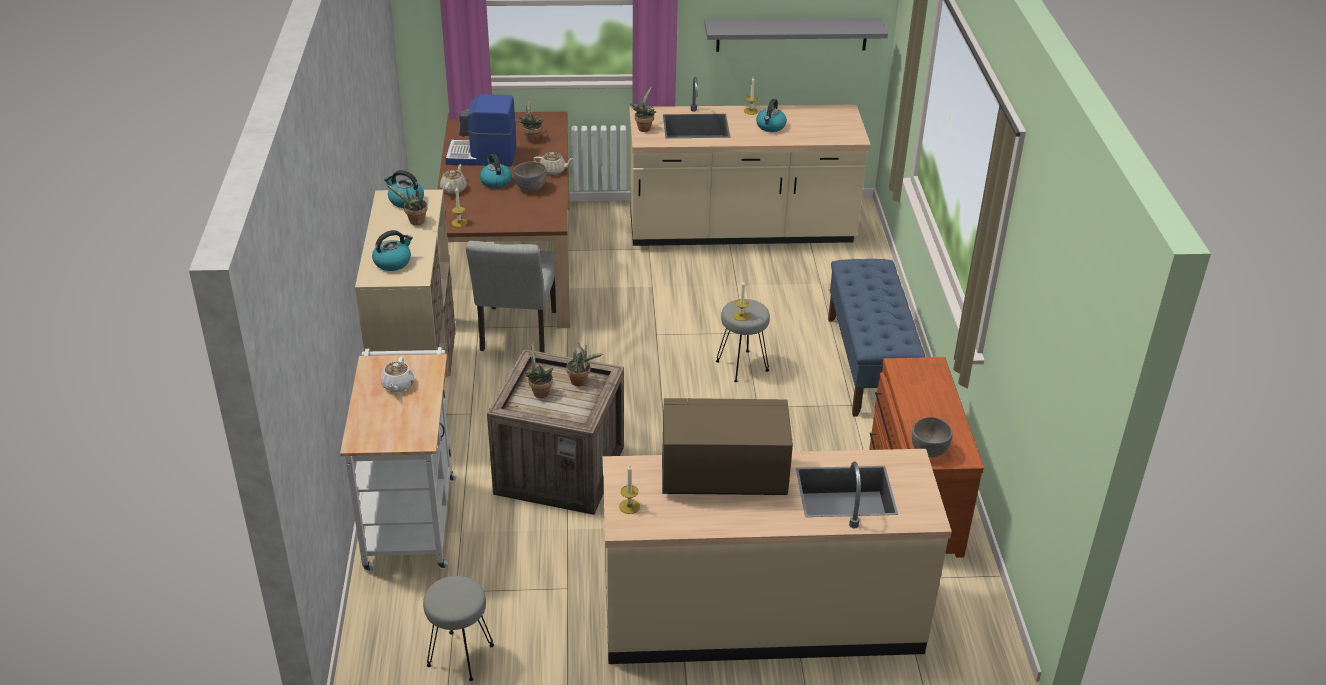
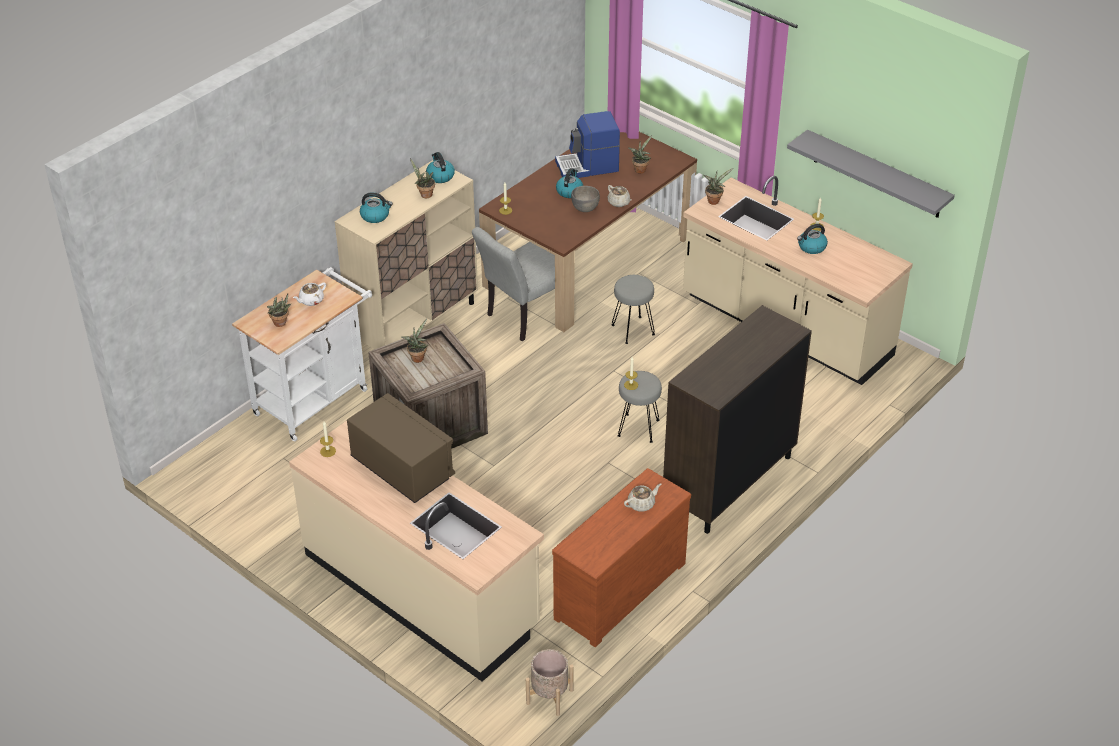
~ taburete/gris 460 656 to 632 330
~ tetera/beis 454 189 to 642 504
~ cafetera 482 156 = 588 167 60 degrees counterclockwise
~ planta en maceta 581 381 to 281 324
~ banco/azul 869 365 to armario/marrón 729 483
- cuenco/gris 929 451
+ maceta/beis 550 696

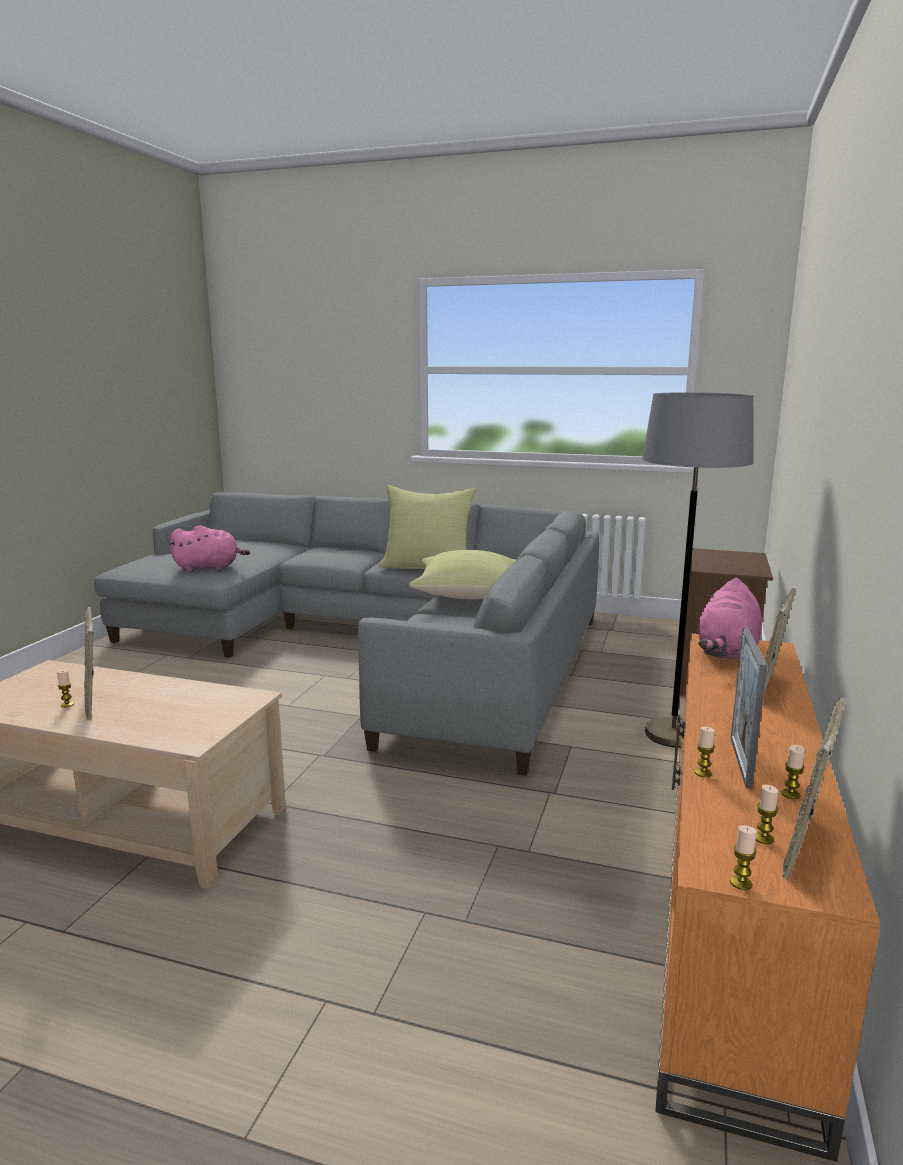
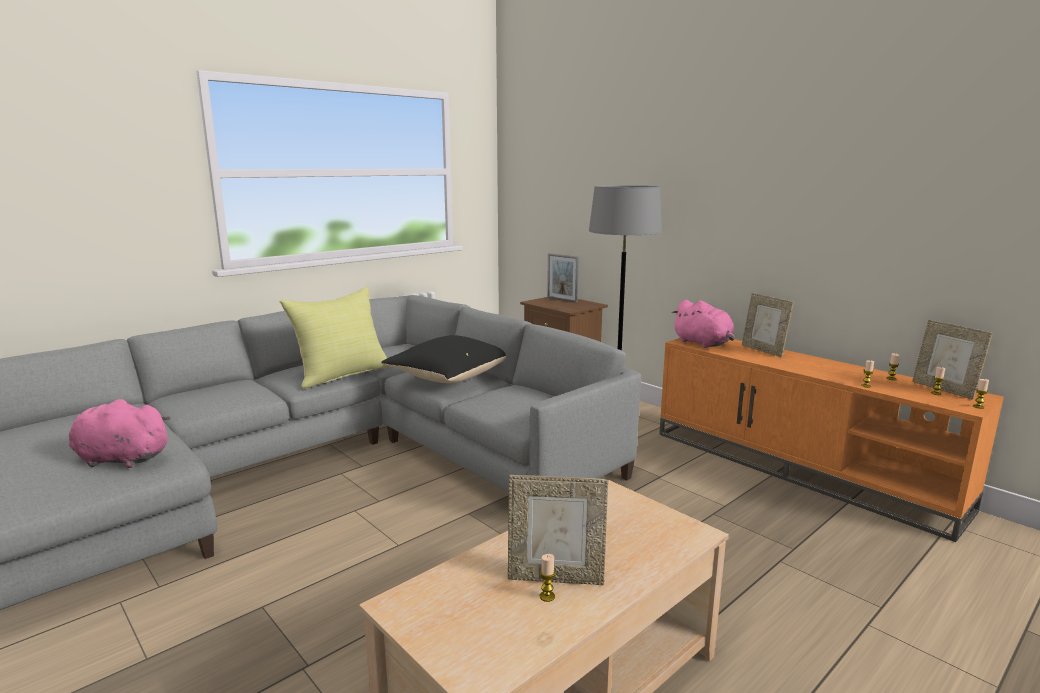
~ peluche/rosa 209 567 = 120 459 105 degrees counterclockwise
~ cojín/amarillo 471 595 to cojín/negro 450 377
~ portarretratos 740 762 to 562 300

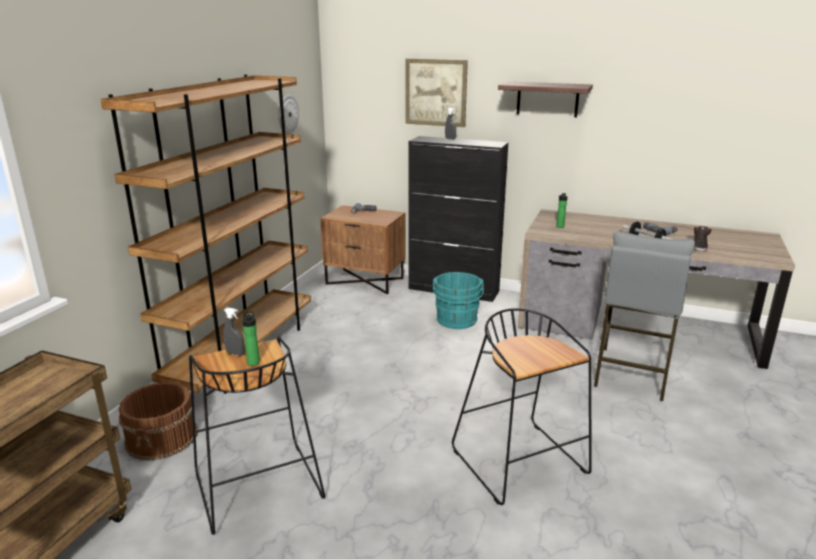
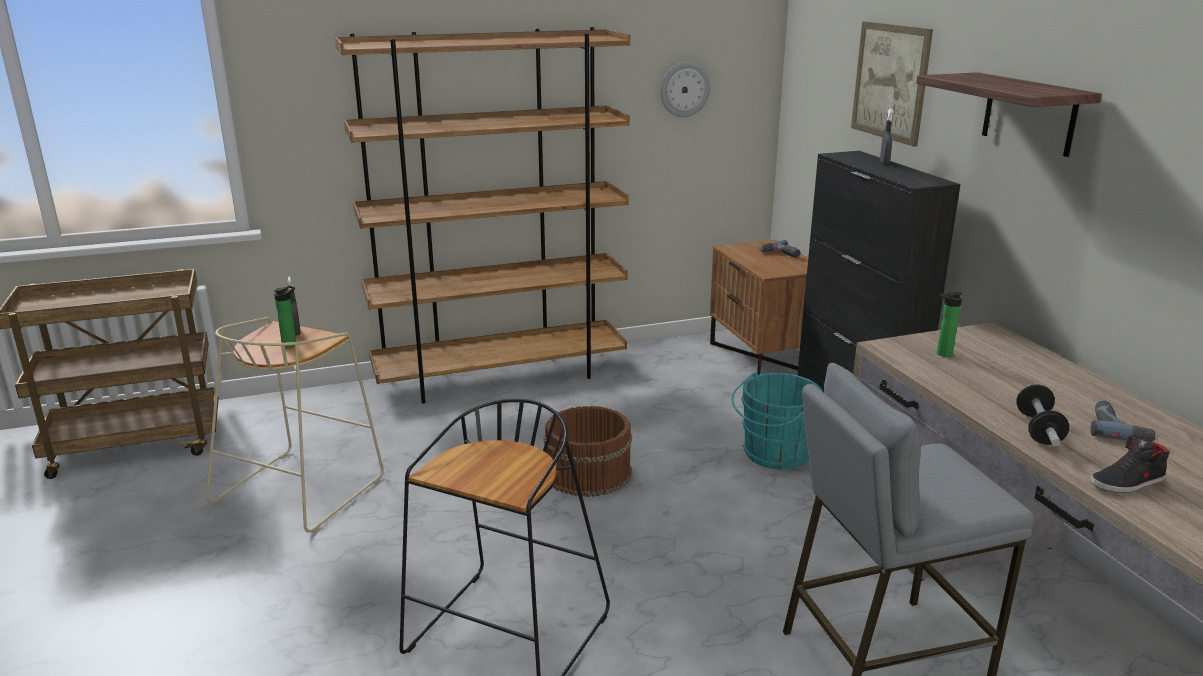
~ cubo/marrón 162 438 to 588 474
~ taburete/negro 256 484 to taburete/beis 299 488

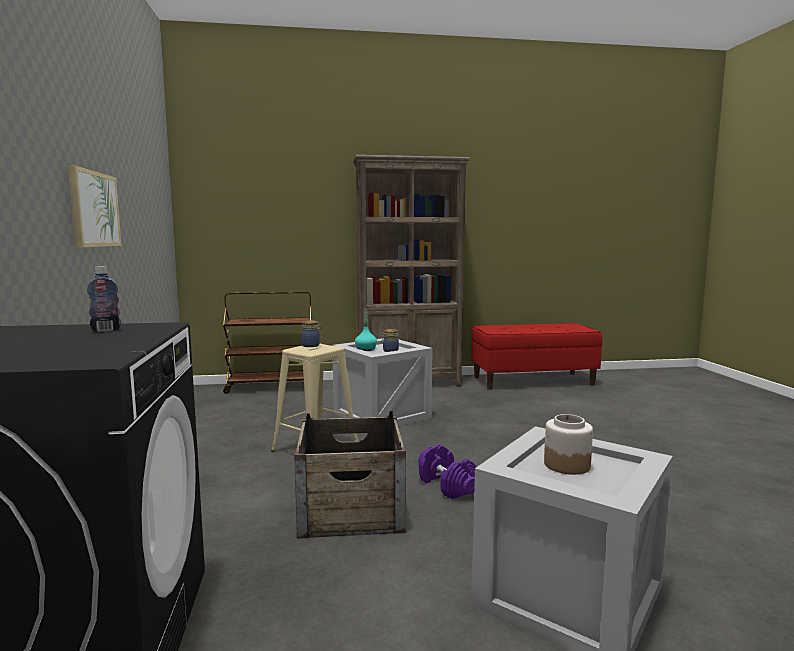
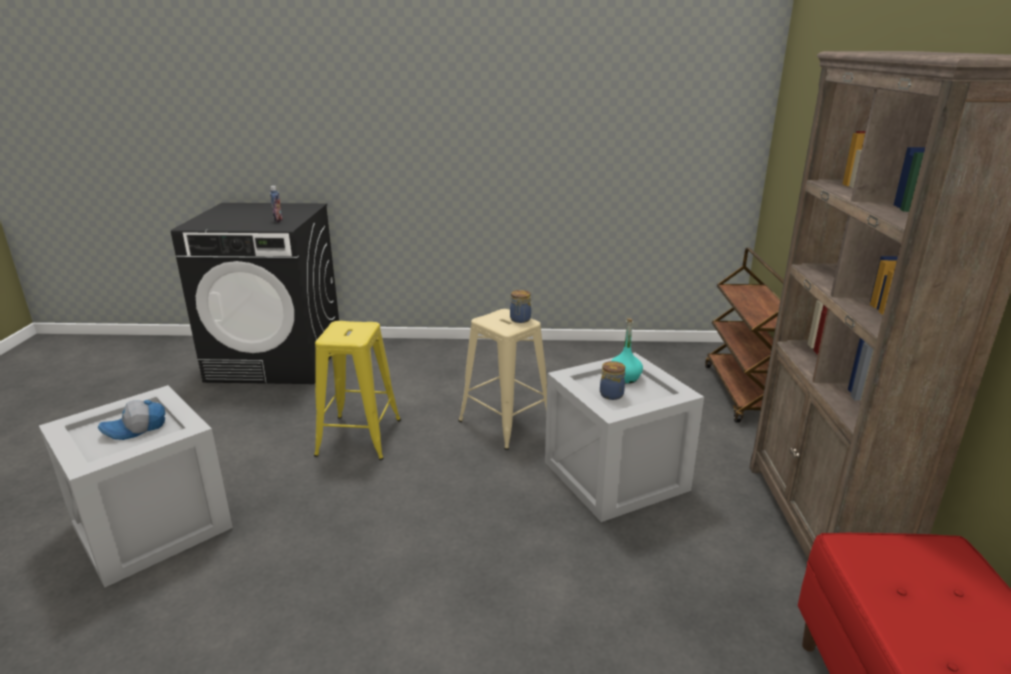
- cuadro 94 209
~ caja de embalaje 350 508 to taburete/amarillo 359 437
- mancuerna/morado 446 485
~ tarro 566 465 to gorra 135 429

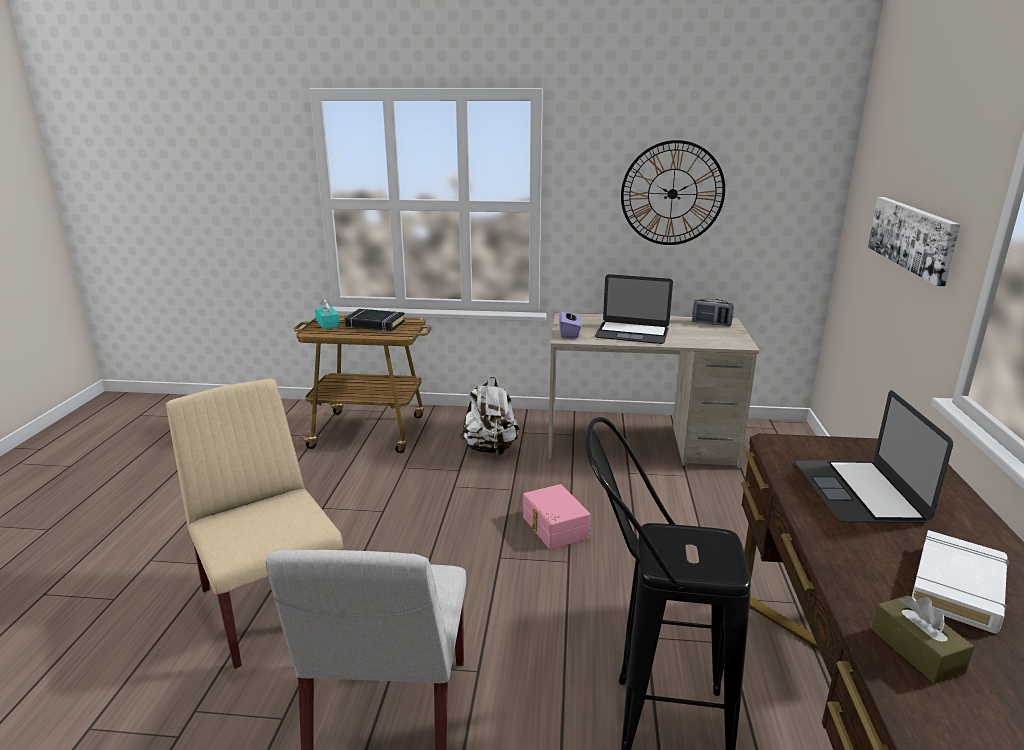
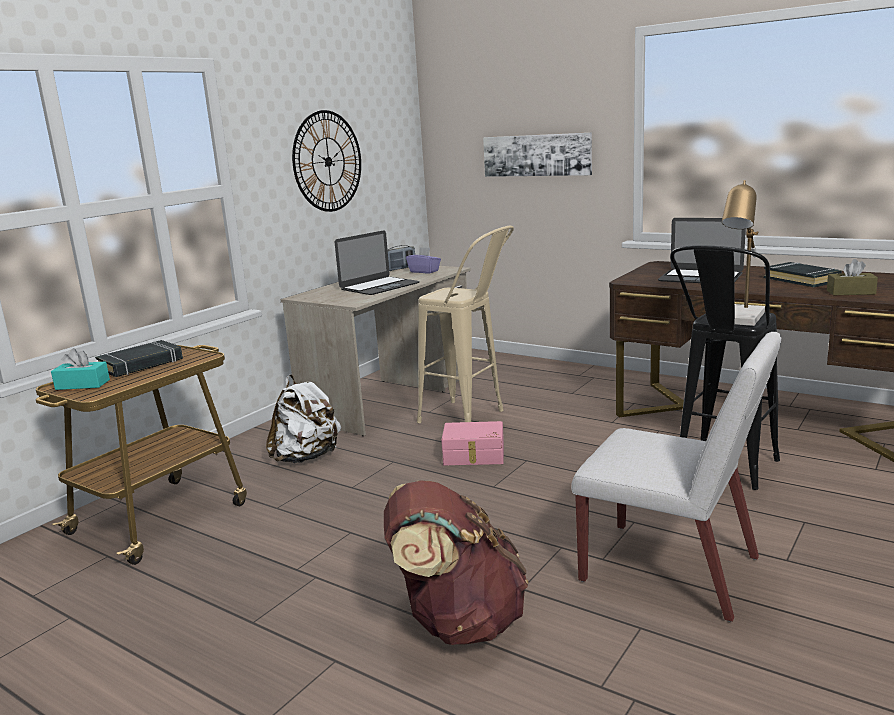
~ silla/beis 271 604 to mochila/marrón 457 621
~ caja de pañuelos/morado 570 333 to 424 271
~ libro/blanco 958 587 to libro/negro 801 279
+ taburete/beis 472 419
+ lámpara de mesa 741 320

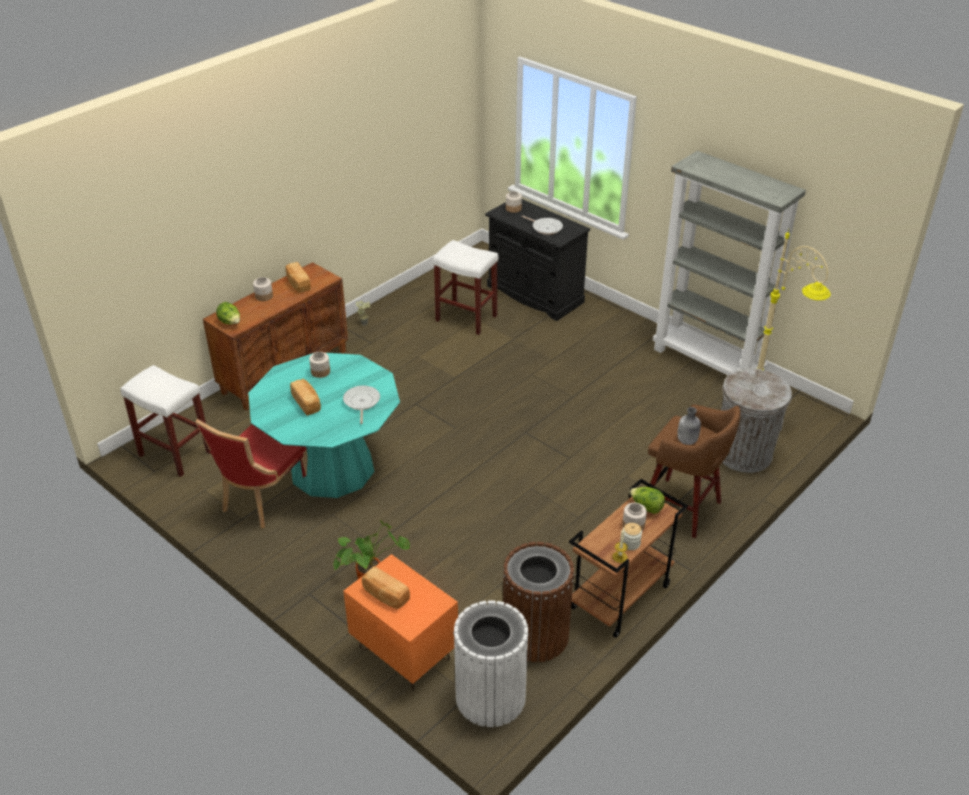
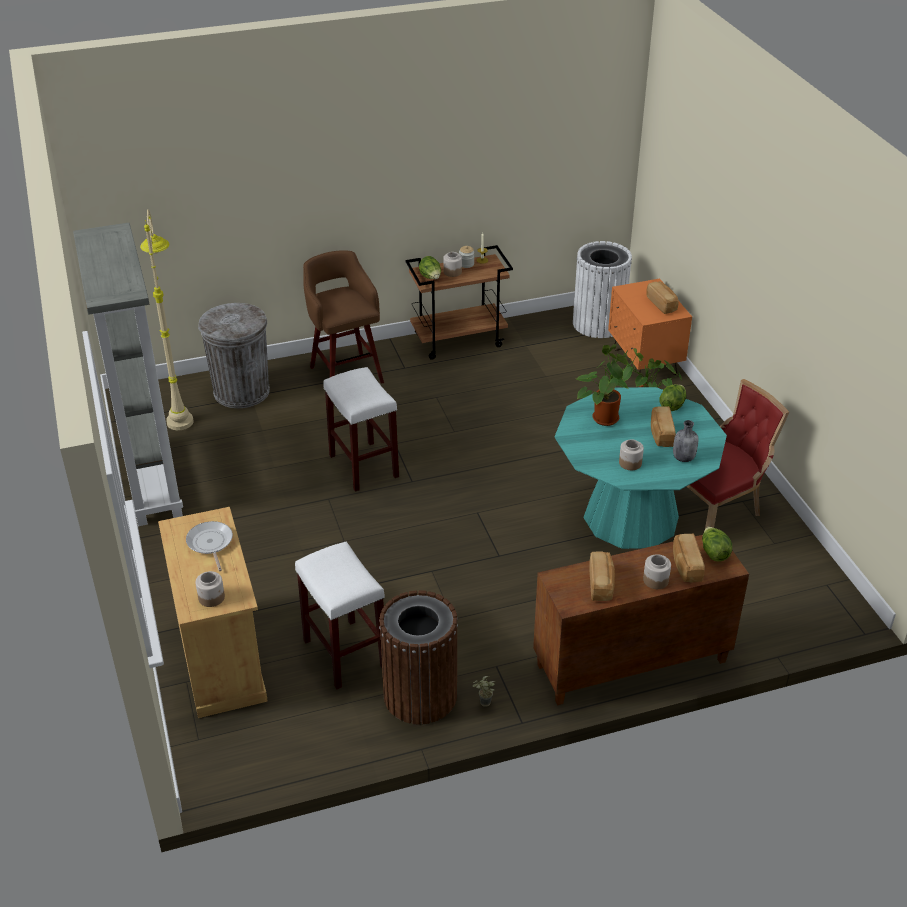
~ taburete/blanco 174 453 to 364 466
~ sartén 361 402 to planta en maceta 605 417
~ armario/negro 534 294 to armario/beis 221 656
~ papelera/marrón 535 635 to 420 695
~ botella/gris 687 441 to 683 458
+ lechuga 672 405
+ pan 686 566

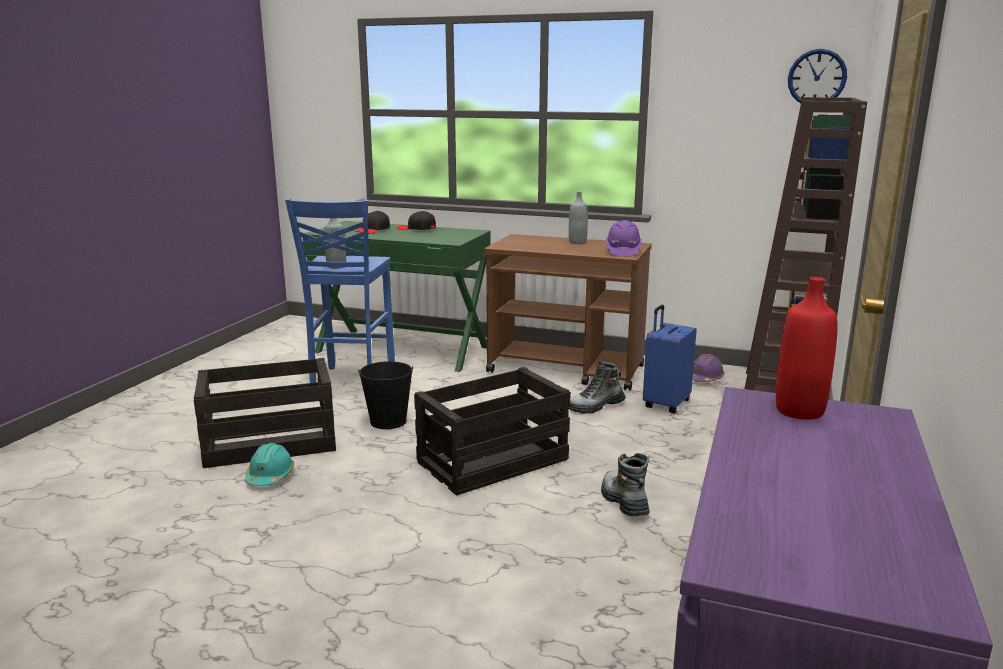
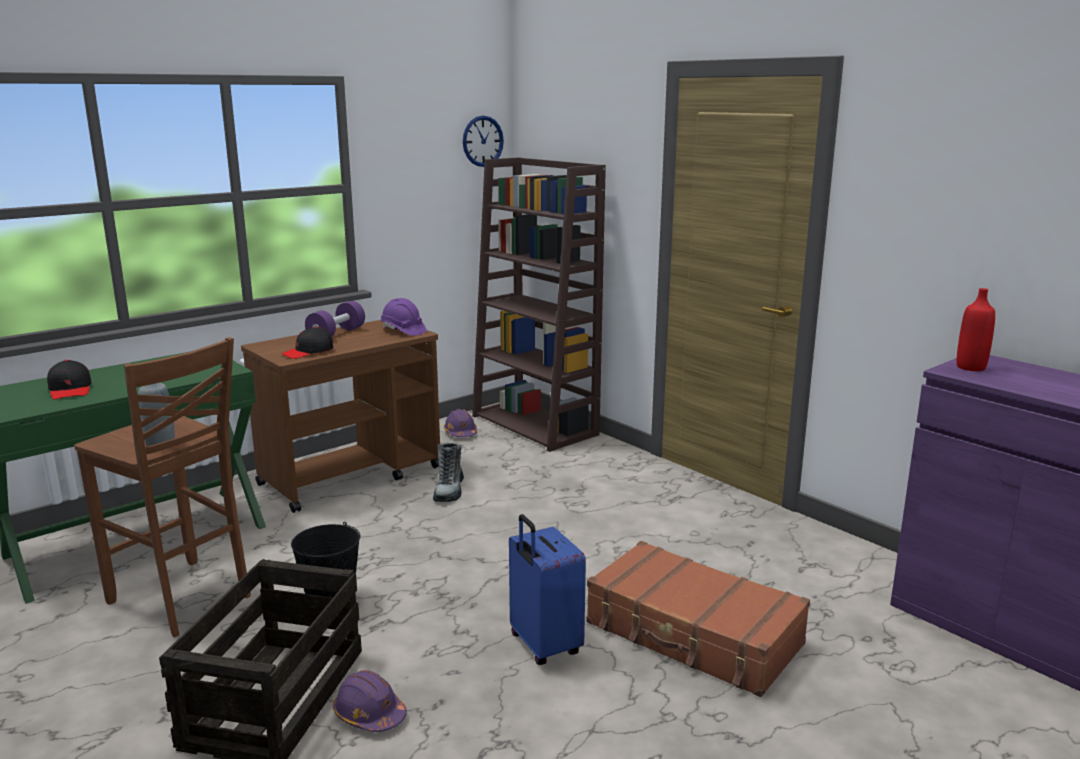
~ casco/turquesa 270 476 to casco/morado 369 714
~ taburete/azul 350 383 to taburete/marrón 182 600
~ gorra/negro 417 229 to 308 352
- caja de embalaje 491 461
~ botella/gris 577 242 to mancuerna/morado 336 334
- bota 623 502
~ maleta/azul 665 404 to 543 646
+ maleta/marrón 693 635

